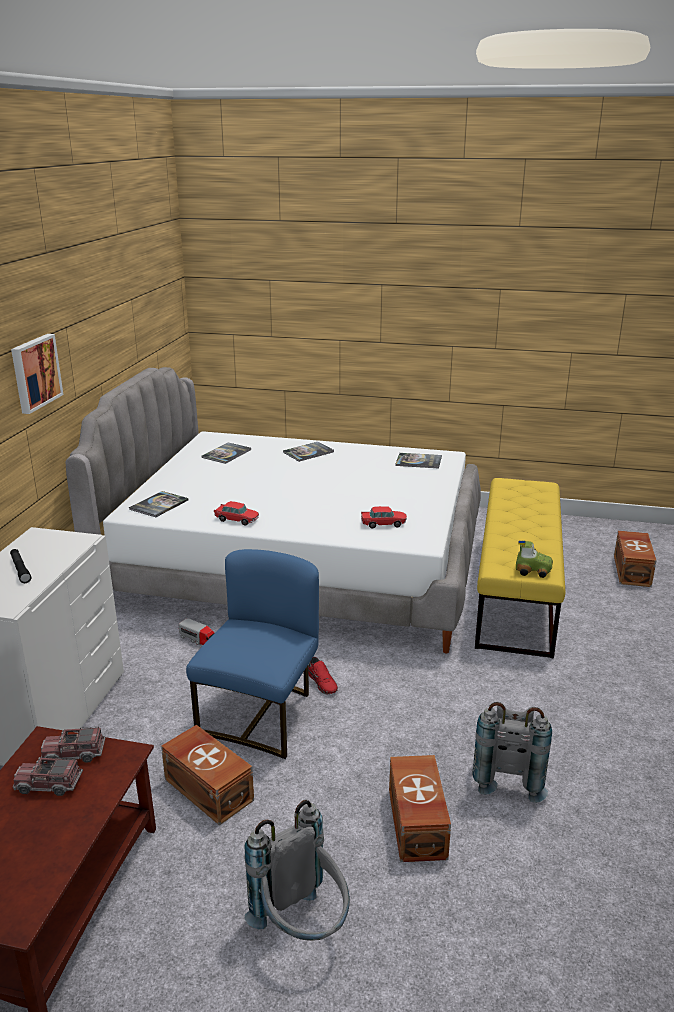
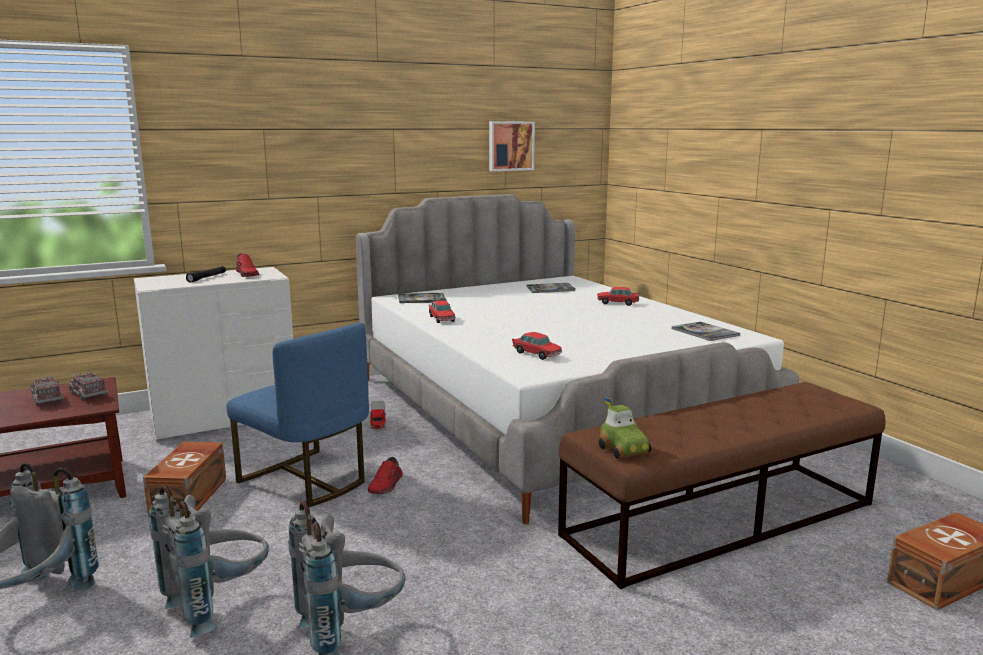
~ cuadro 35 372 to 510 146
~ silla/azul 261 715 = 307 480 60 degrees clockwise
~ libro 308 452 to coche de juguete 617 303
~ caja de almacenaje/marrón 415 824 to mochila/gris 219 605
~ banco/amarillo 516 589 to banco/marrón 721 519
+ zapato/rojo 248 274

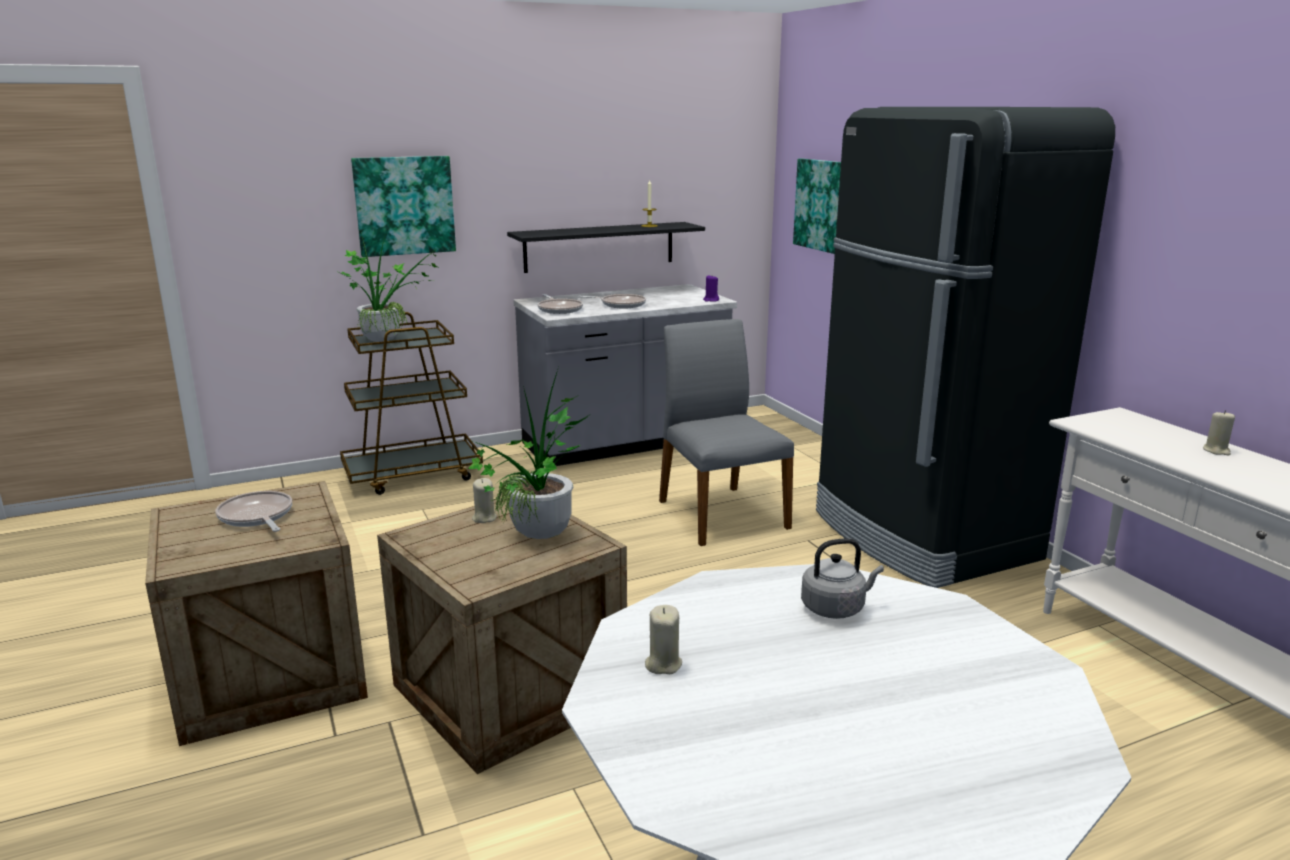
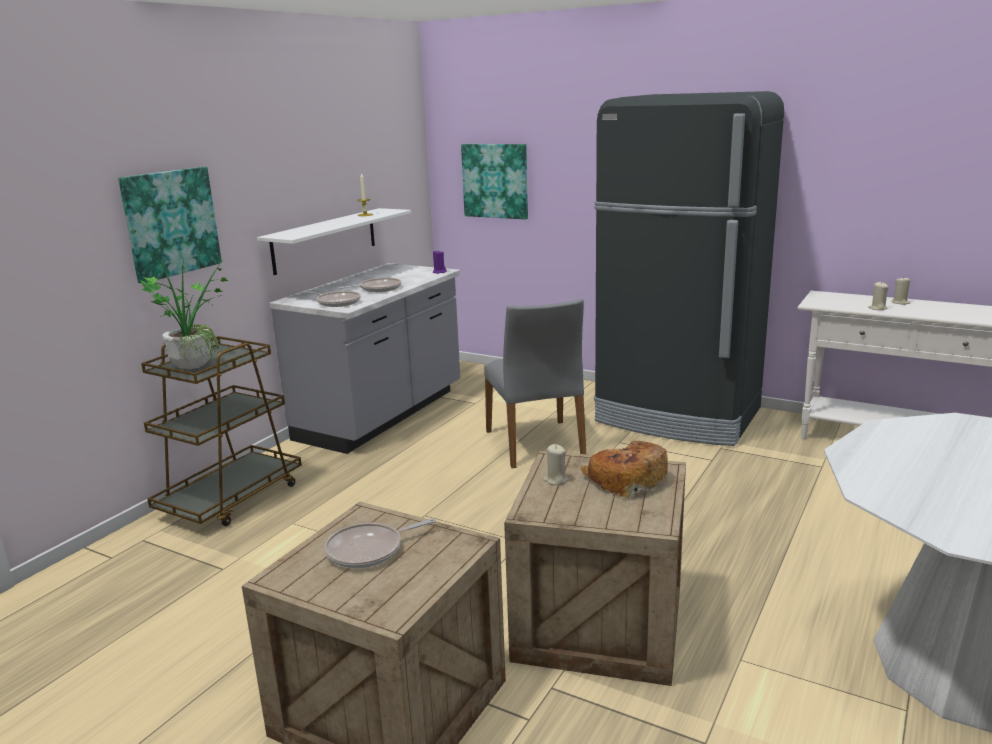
~ sartén 257 517 = 369 550 45 degrees counterclockwise
~ planta en maceta 538 540 to pan 625 480
~ estante/negro 599 247 to estante/blanco 325 240
~ vela/beis 663 664 to 877 308
~ silla/gris 720 514 = 536 444 135 degrees counterclockwise
- hervidor/gris 835 608

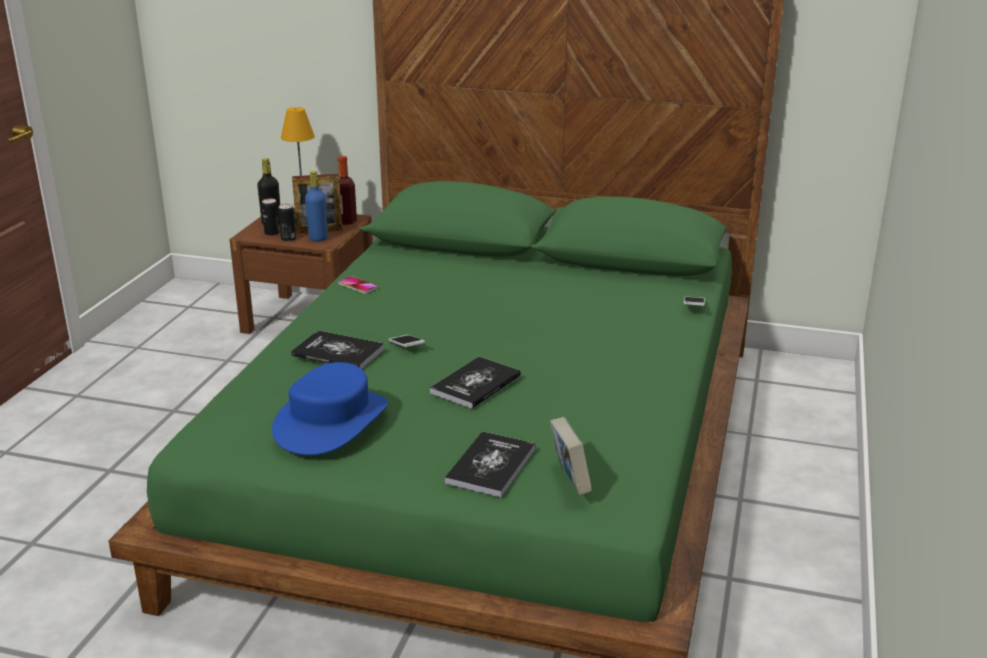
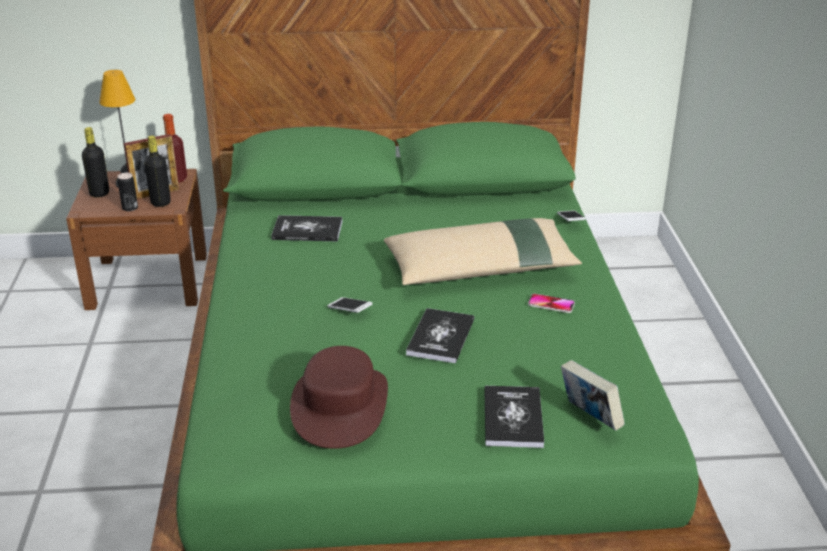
- lata 272 233
~ sombrero/azul 331 421 to sombrero/marrón 339 406
~ libro 338 352 to 307 230
~ botella/azul 318 238 to botella/negro 160 202
~ móvil 358 286 to 551 304
+ cojín/beis 481 268

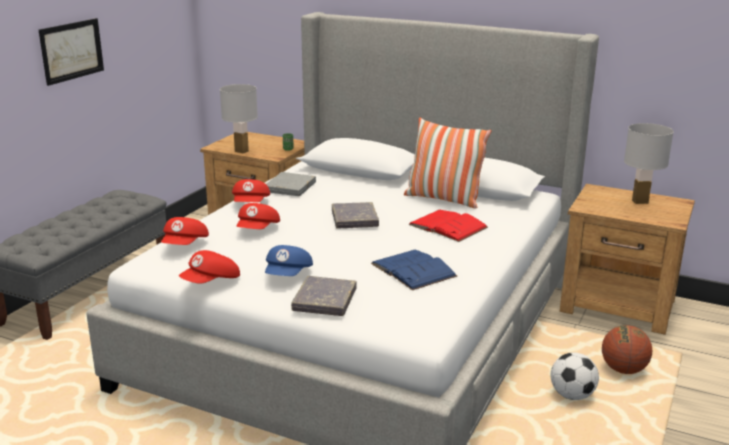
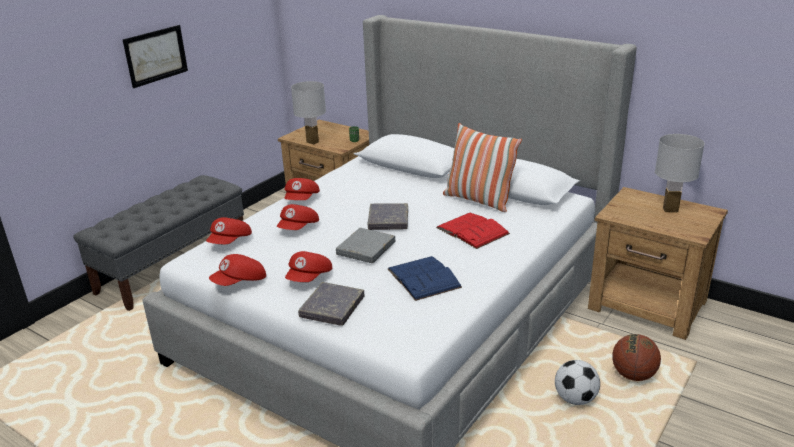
~ gorra/azul 288 275 to gorra/rojo 309 278
~ libro/gris 290 188 to 366 249

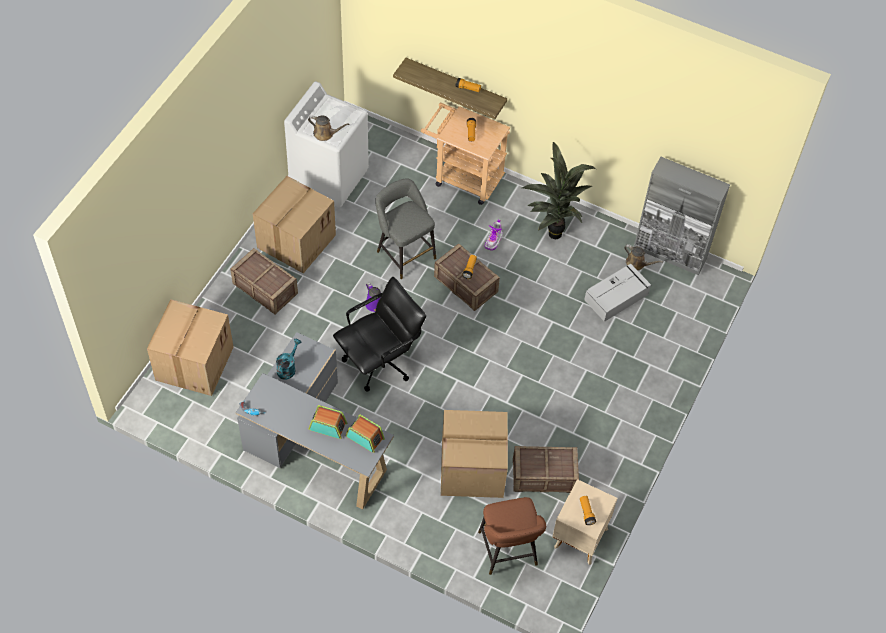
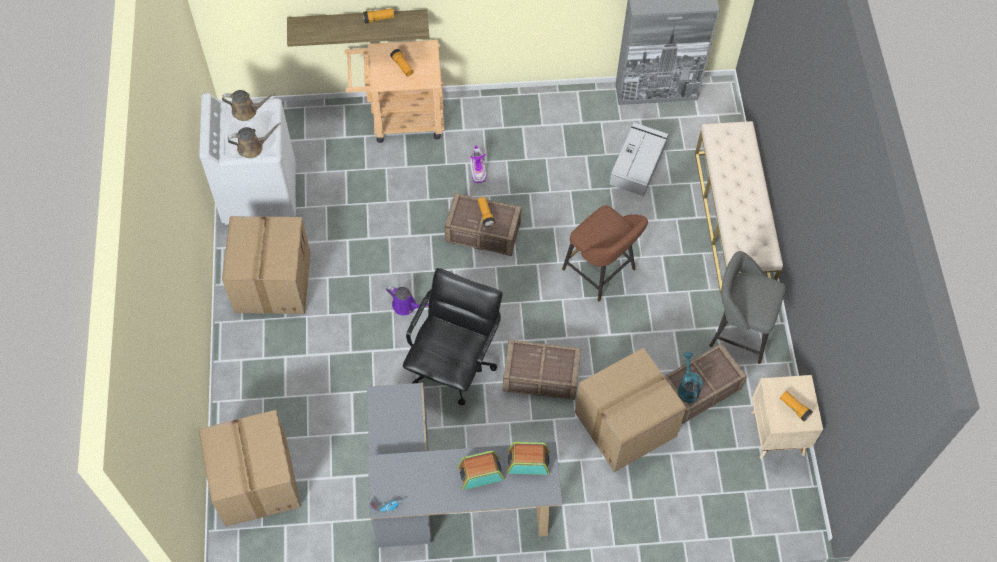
~ caja de embalaje 264 289 to 540 377
~ regadera/turquesa 288 368 to 687 387
~ taburete/gris 404 253 to 738 330
~ taburete/marrón 508 552 to 601 272
- planta en maceta 553 231
~ regadera/marrón 637 263 to 247 111
+ banco/beis 732 220

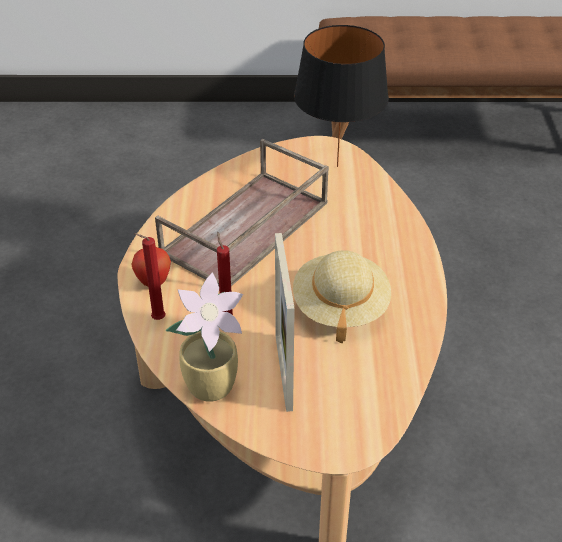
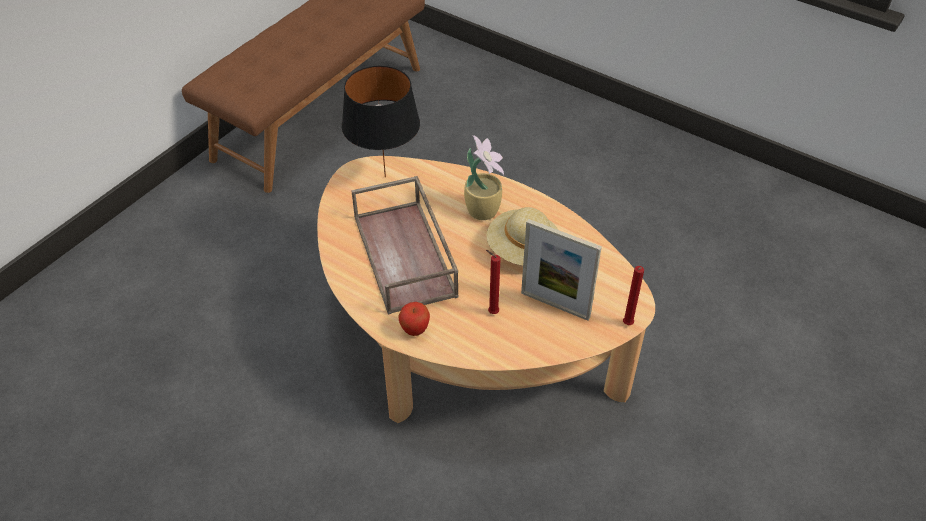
~ vela/rojo 156 319 to 627 325
~ planta en maceta 213 385 to 483 210

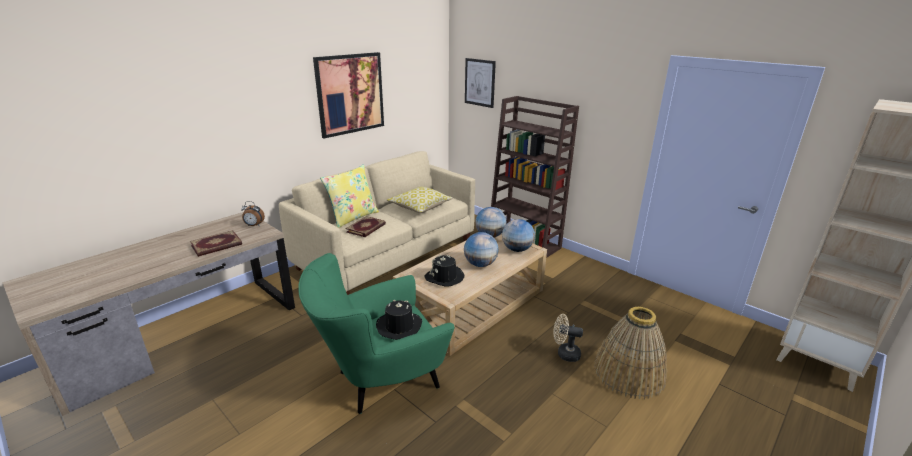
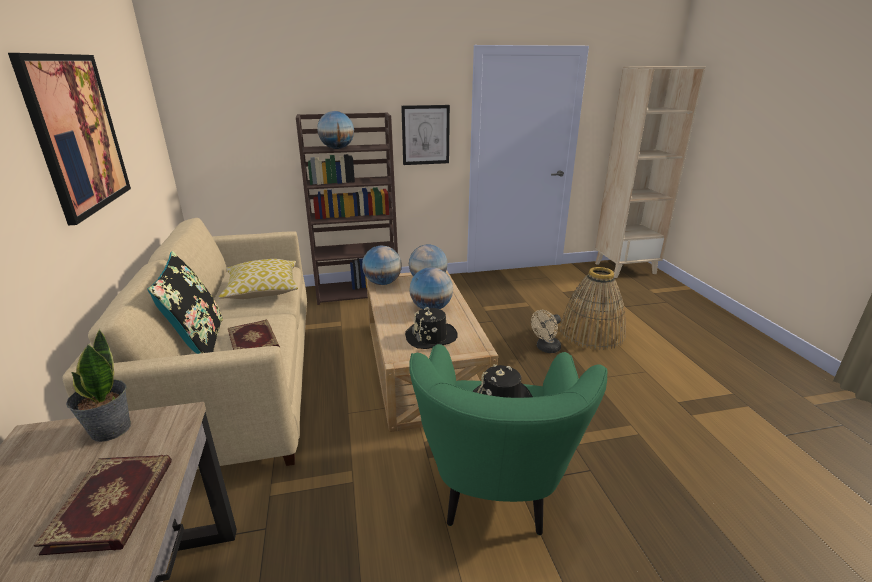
~ despertador 254 225 to planta en maceta 110 429
~ cojín/amarillo 353 217 to cojín/negro 199 343
~ cuadro 480 82 to 425 135
+ globo terráqueo 337 148

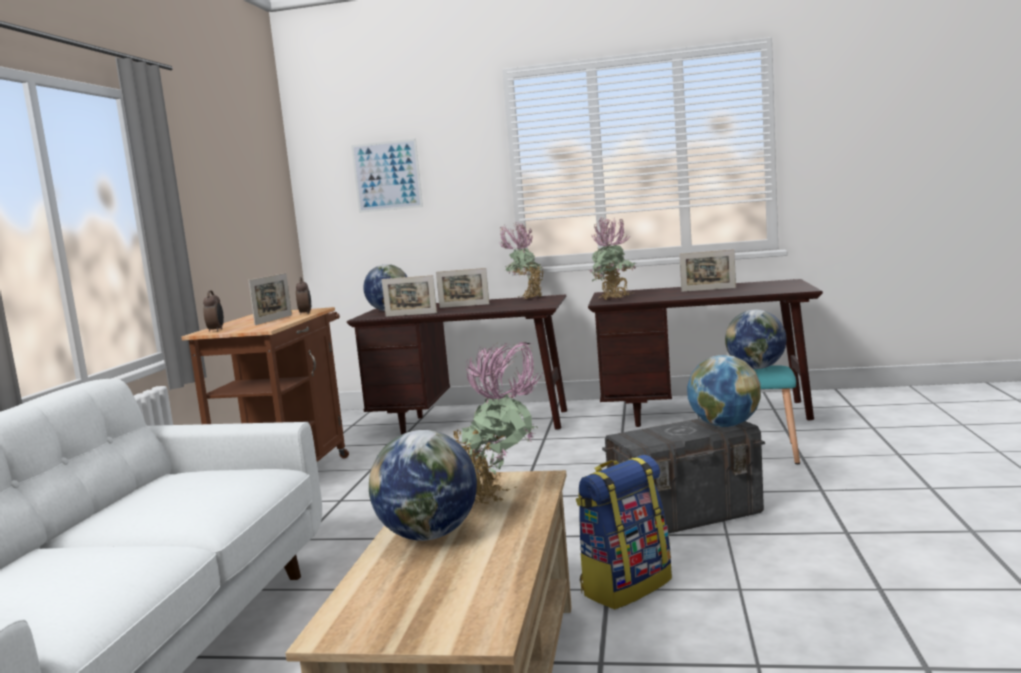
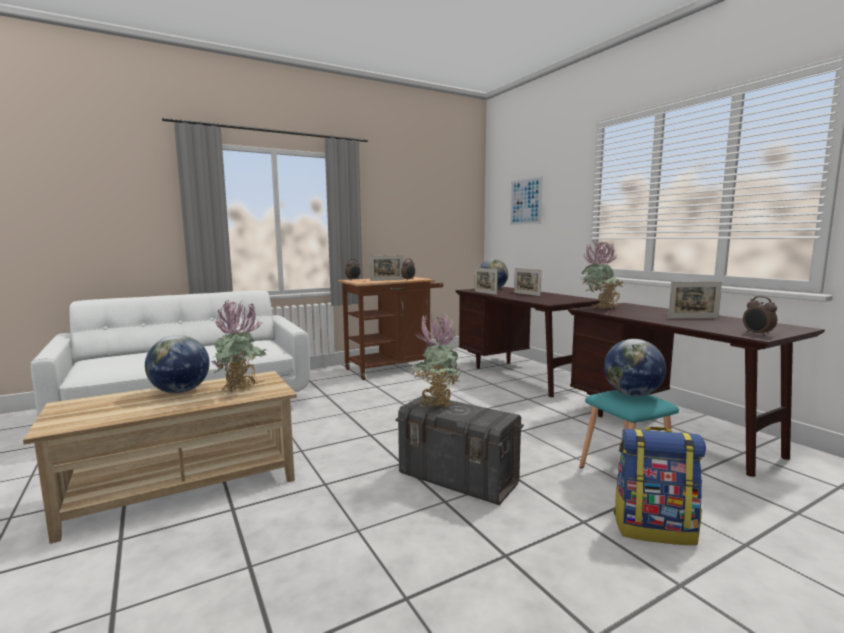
~ planta en maceta 525 298 to 436 403
~ mochila 625 586 to 654 528
~ portarretratos 708 289 = 693 318 60 degrees counterclockwise
- globo terráqueo 724 425
+ despertador 757 334

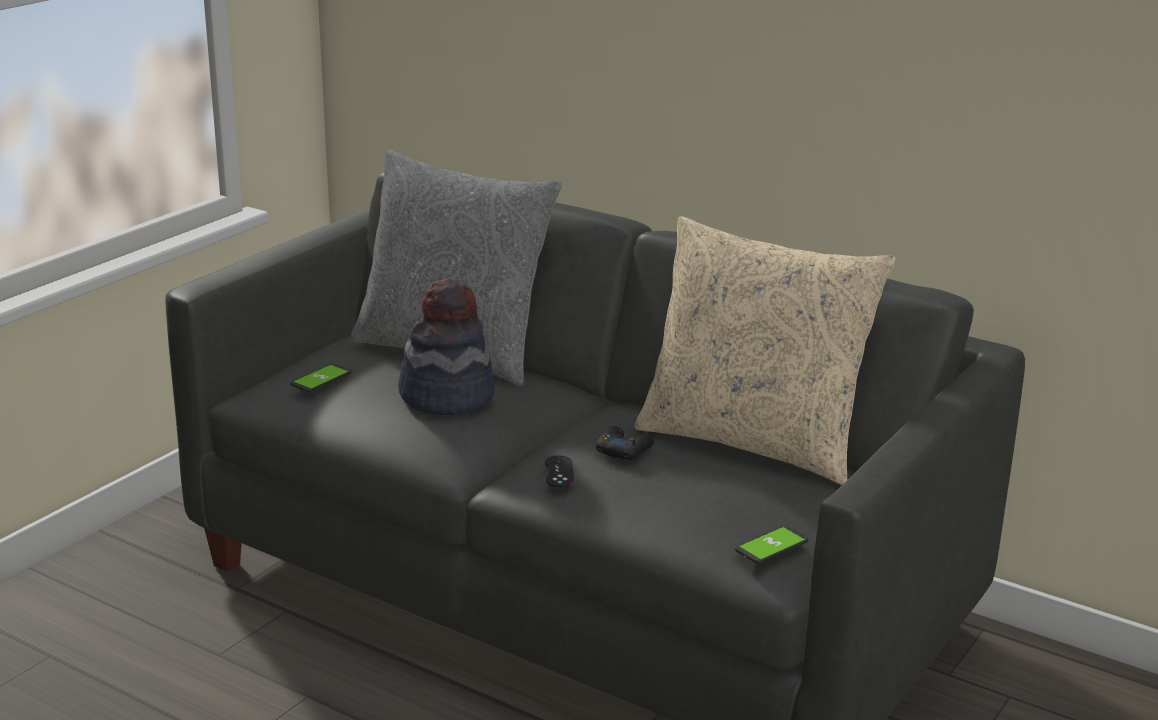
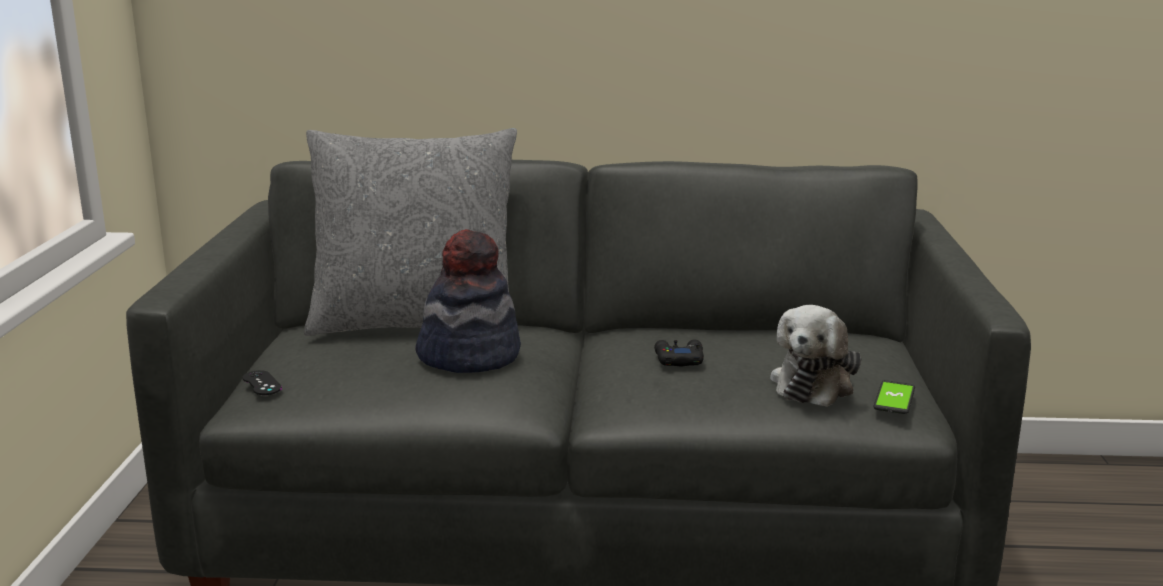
- móvil 321 379
~ mando de consola/negro 559 472 to 262 383
- cojín/beis 753 442
+ peluche 814 384

